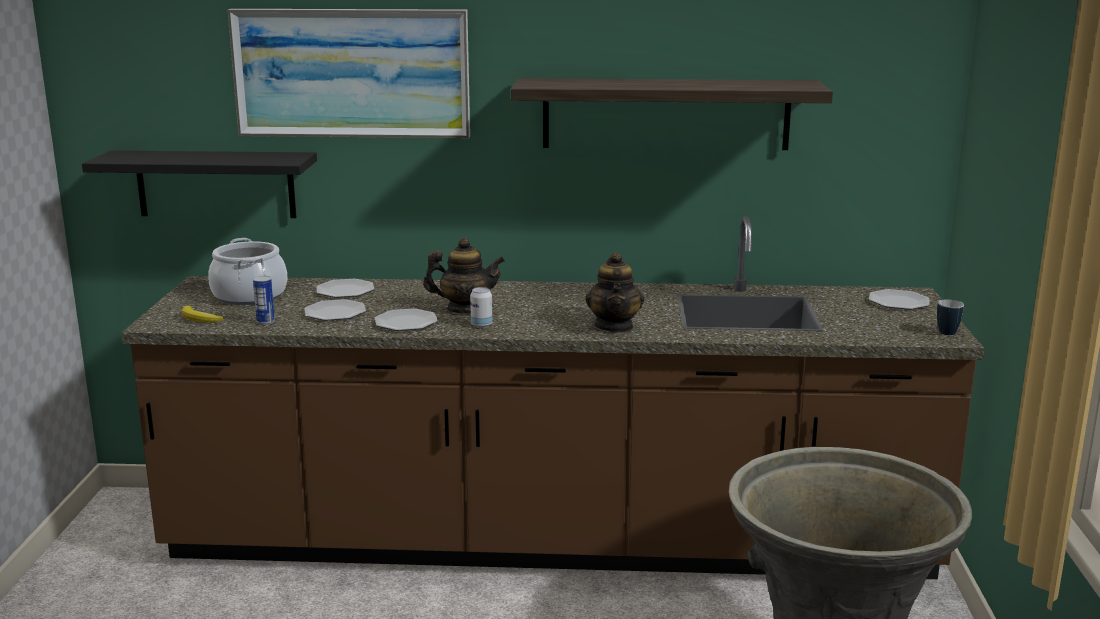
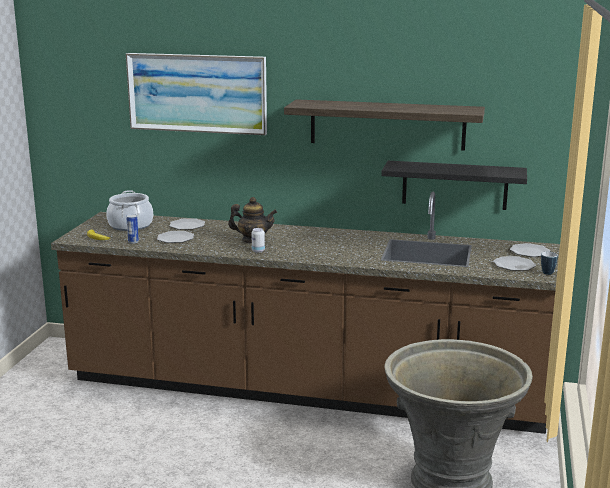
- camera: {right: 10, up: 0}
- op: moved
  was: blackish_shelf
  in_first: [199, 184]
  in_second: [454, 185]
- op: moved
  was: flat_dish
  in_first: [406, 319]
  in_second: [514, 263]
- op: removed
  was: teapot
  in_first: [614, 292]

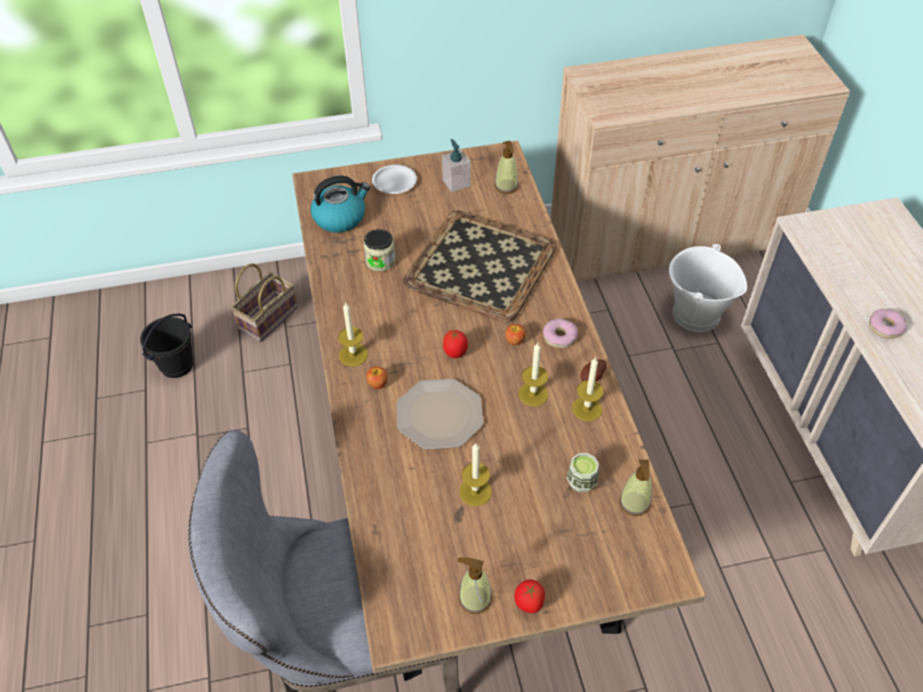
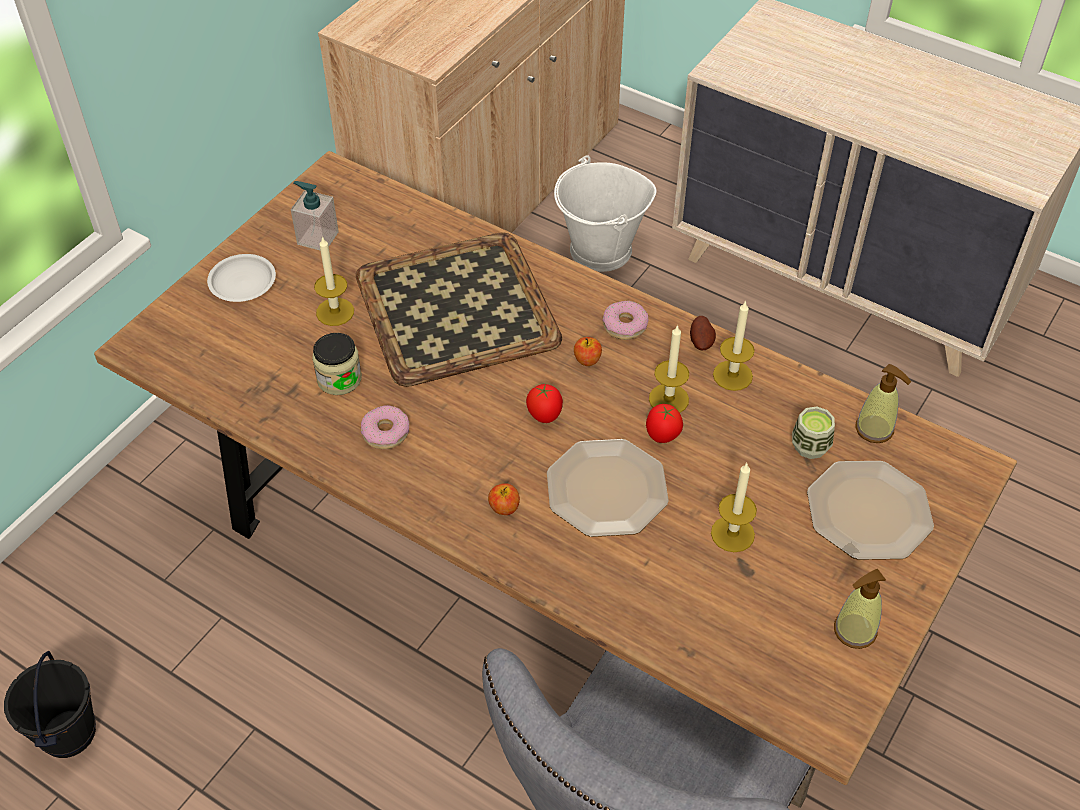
- camera: {right: -45, up: 0}
- op: removed
  was: household_basket
  in_first: [264, 302]
- op: removed
  was: tea_kettle
  in_first: [340, 204]
- op: moved
  was: wax_candle
  in_first: [353, 334]
  in_second: [334, 281]
- op: removed
  was: soap_dispenser
  in_first: [506, 167]
- op: moved
  was: whole_tomato
  in_first: [529, 596]
  in_second: [664, 423]
- op: moved
  was: doughnut
  in_first: [888, 324]
  in_second: [385, 427]
- op: added
  now: flat_dish
  in_second: [870, 510]

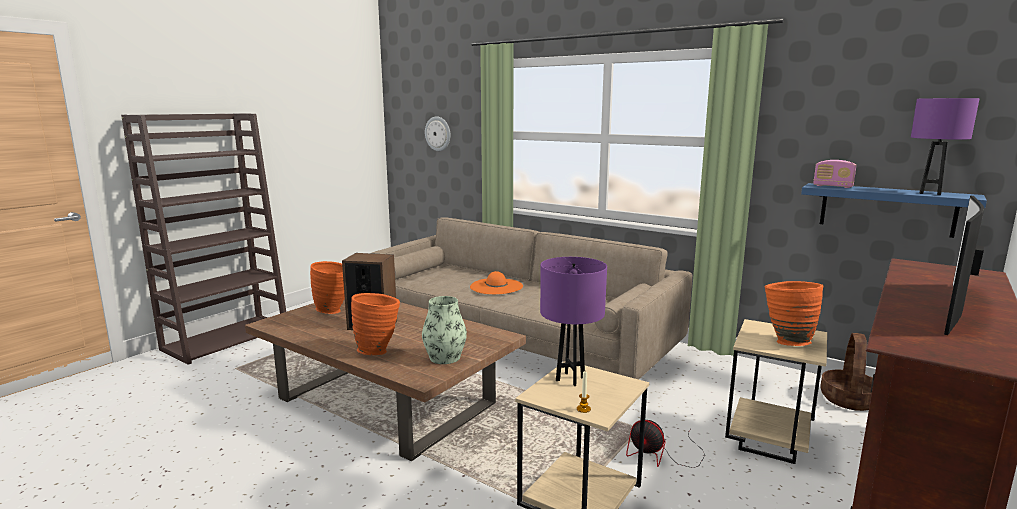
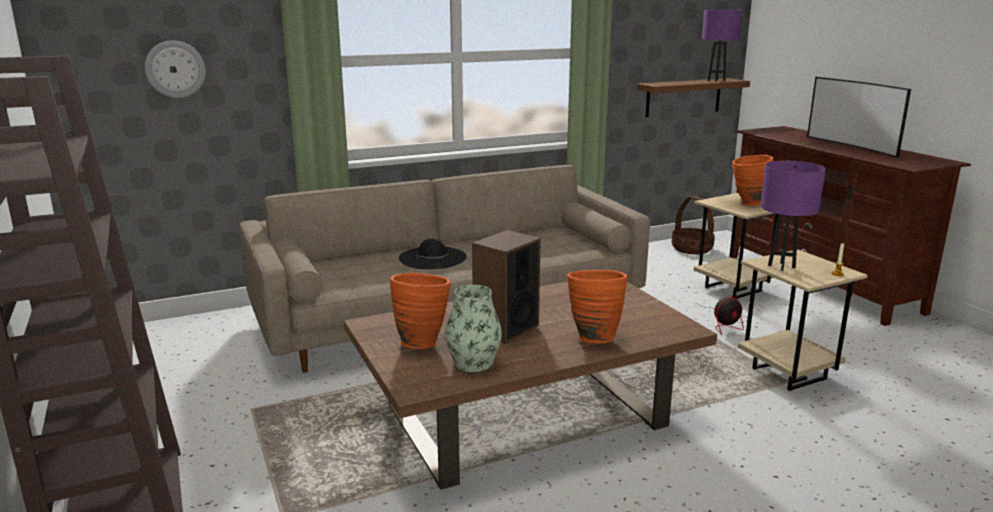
- camera: {right: -60, up: 5}
- op: moved
  was: decorative_vase
  in_first: [444, 330]
  in_second: [473, 328]
- op: recoloured
  was: orange_hat
  now: blackish_hat
  in_first: [496, 282]
  in_second: [433, 254]
- op: recoloured
  was: blue-coloured_shelf
  now: brown-coloured_shelf
  in_first: [894, 210]
  in_second: [693, 97]
- op: removed
  was: radio_set
  in_first: [835, 174]

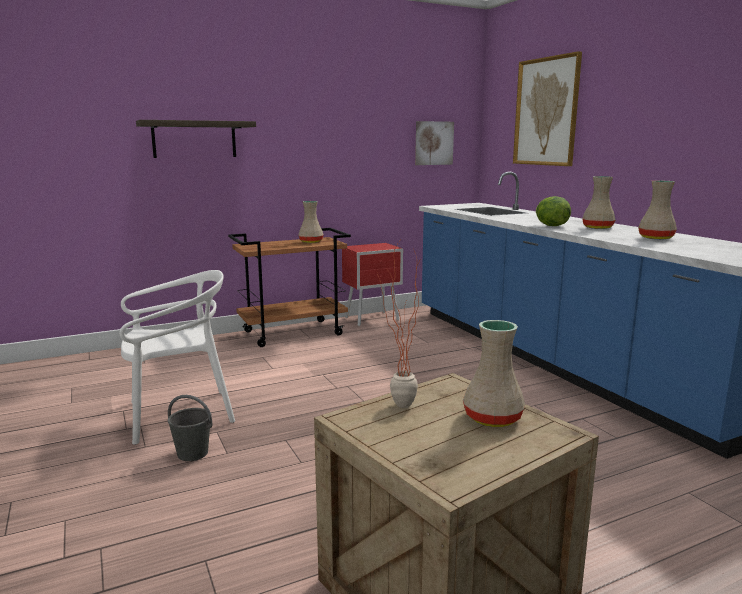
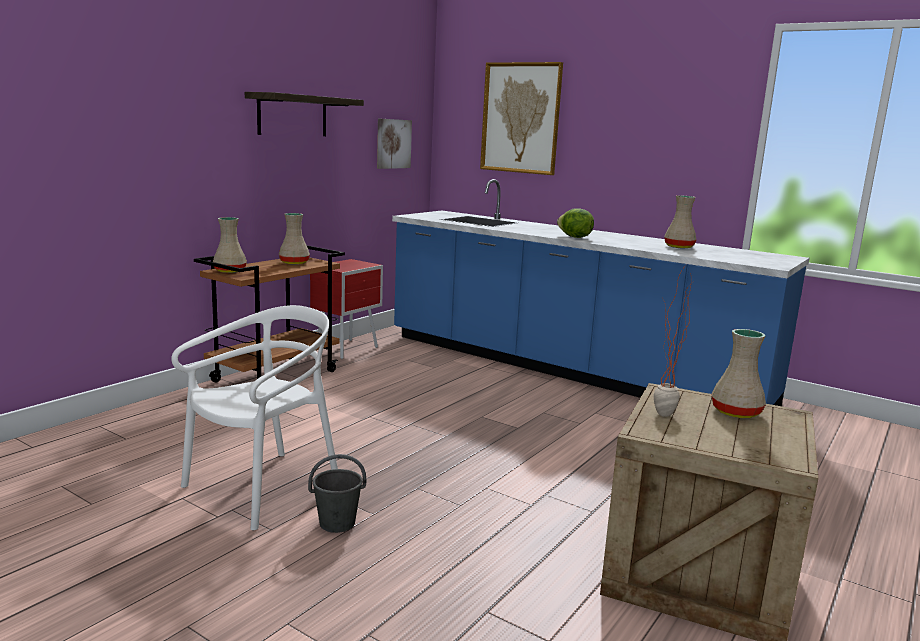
- camera: {right: -30, up: 0}
- op: moved
  was: shelf
  in_first: [196, 139]
  in_second: [304, 114]
- op: moved
  was: beige-coloured_decorative_vase
  in_first: [598, 202]
  in_second: [230, 245]

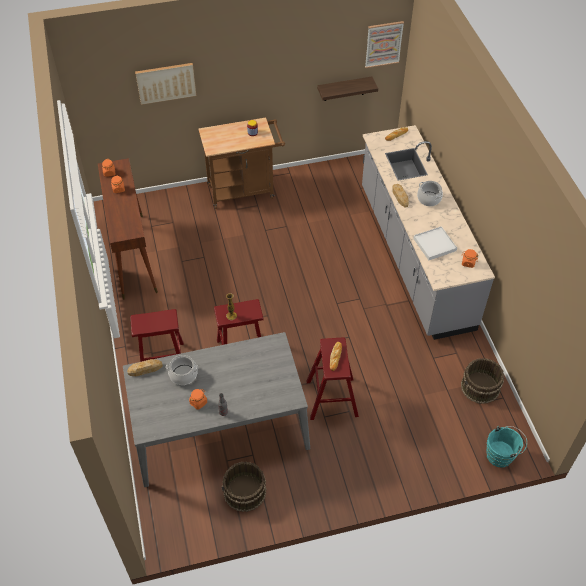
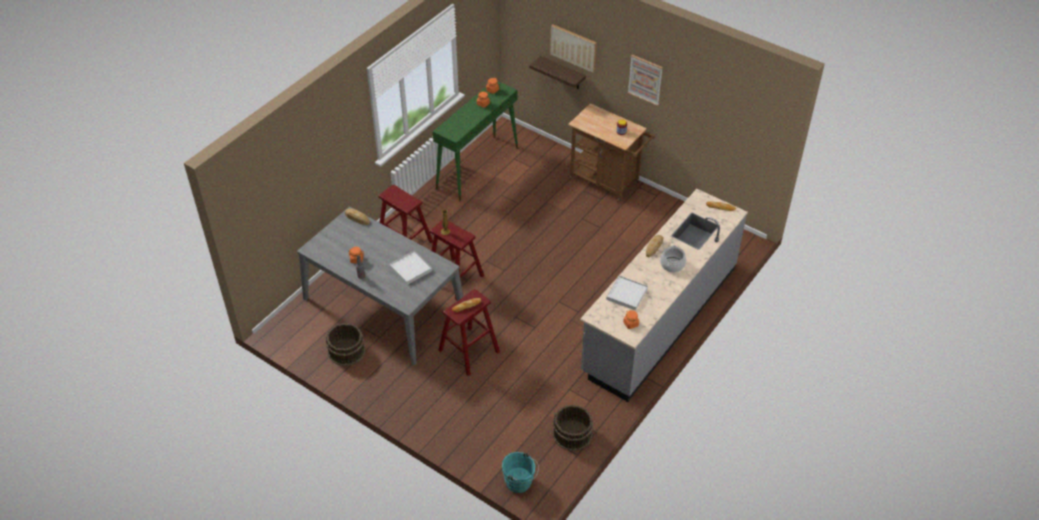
- camera: {right: 50, up: -5}
- op: recoloured
  was: brown-coloured_hall_table
  now: green_hall_table
  in_first: [127, 229]
  in_second: [475, 141]
- op: removed
  was: stockpot
  in_first: [182, 370]
- op: moved
  was: shelf
  in_first: [347, 89]
  in_second: [557, 72]
- op: moved
  was: picture
  in_first: [384, 44]
  in_second: [645, 80]
- op: added
  now: whitish_tray
  in_second: [410, 268]

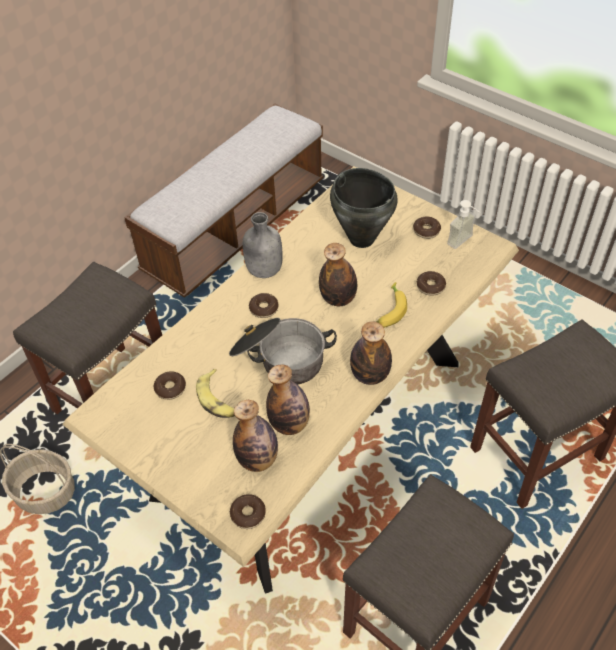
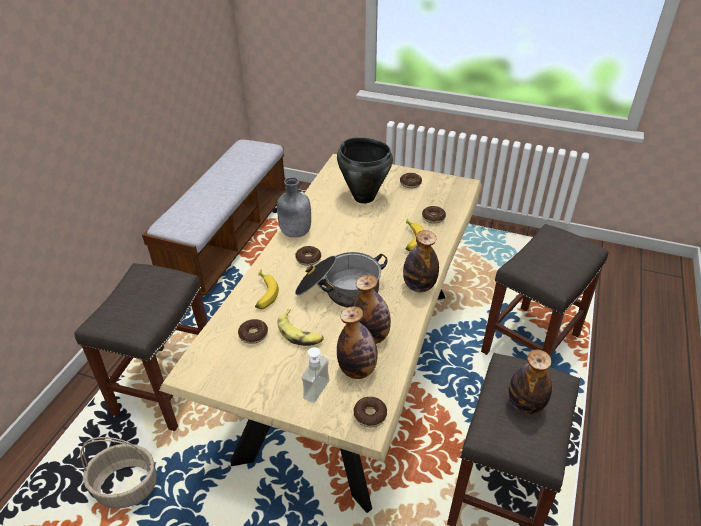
- camera: {right: -20, up: -10}
- op: moved
  was: bottle
  in_first: [338, 274]
  in_second: [530, 381]
- op: moved
  was: soap_dispenser
  in_first: [463, 224]
  in_second: [317, 375]
- op: added
  now: banana
  in_second: [267, 289]

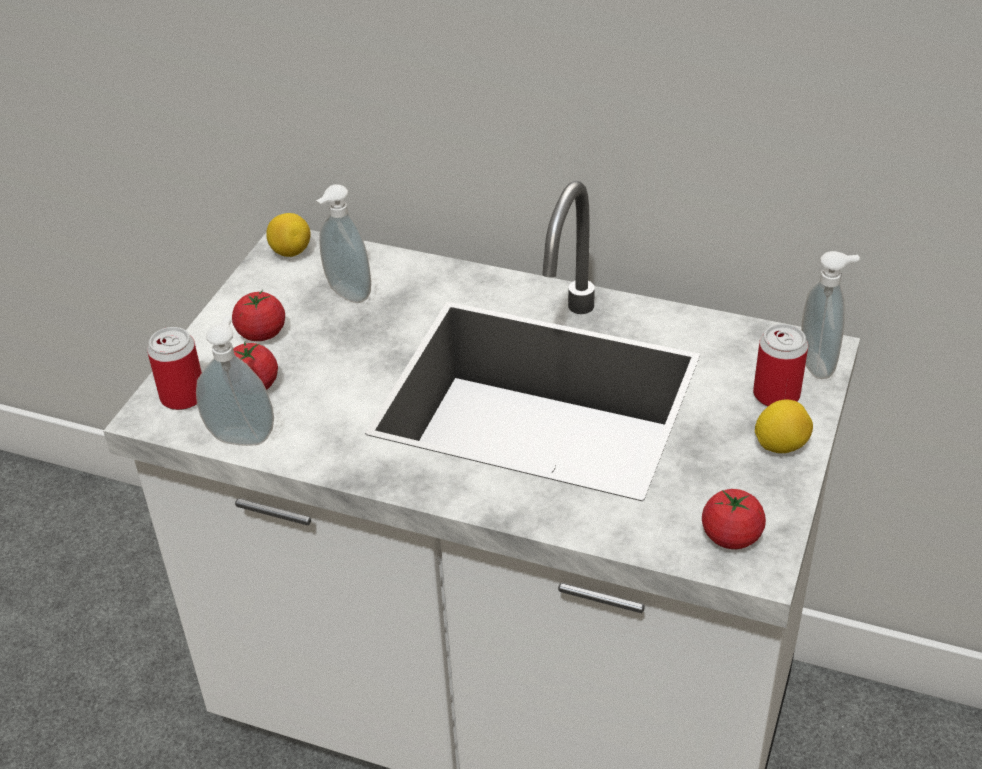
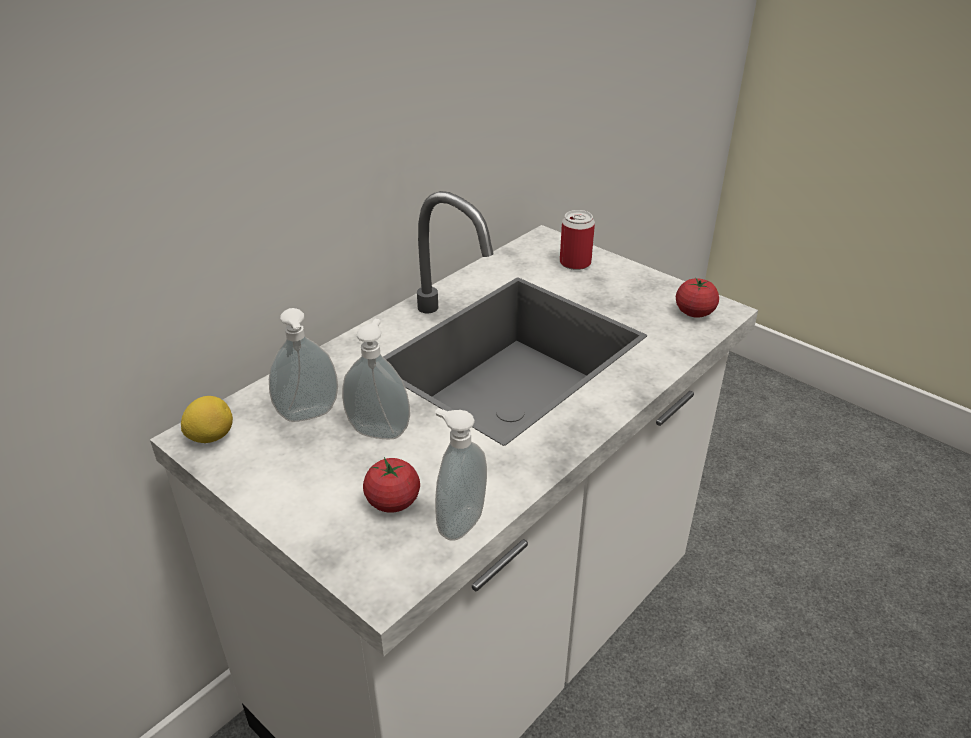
- camera: {right: -70, up: -5}
- op: removed
  was: metal_can
  in_first: [174, 368]
- op: removed
  was: whole_tomato
  in_first: [258, 315]
- op: removed
  was: lemon
  in_first: [784, 426]
- op: moved
  was: soap_dispenser
  in_first: [830, 315]
  in_second: [376, 379]

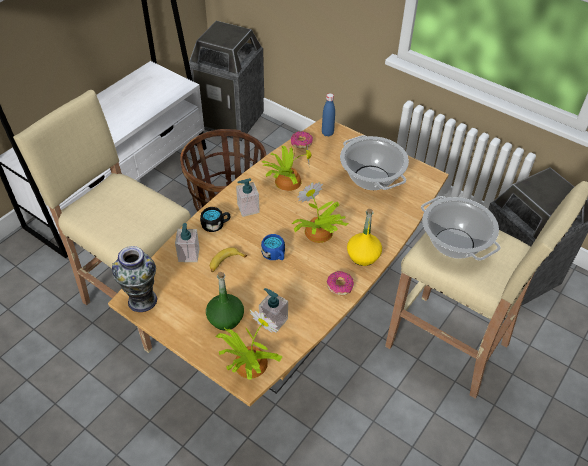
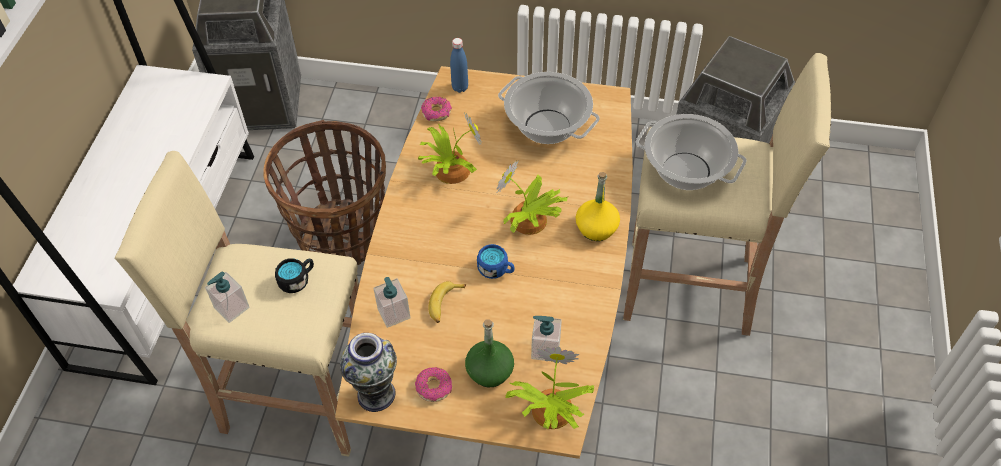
- camera: {right: -25, up: 5}
- op: moved
  was: blackish_mug
  in_first: [215, 219]
  in_second: [294, 275]
- op: moved
  was: soap_dispenser
  in_first: [248, 197]
  in_second: [227, 297]
- op: moved
  was: doughnut
  in_first: [340, 283]
  in_second: [433, 384]

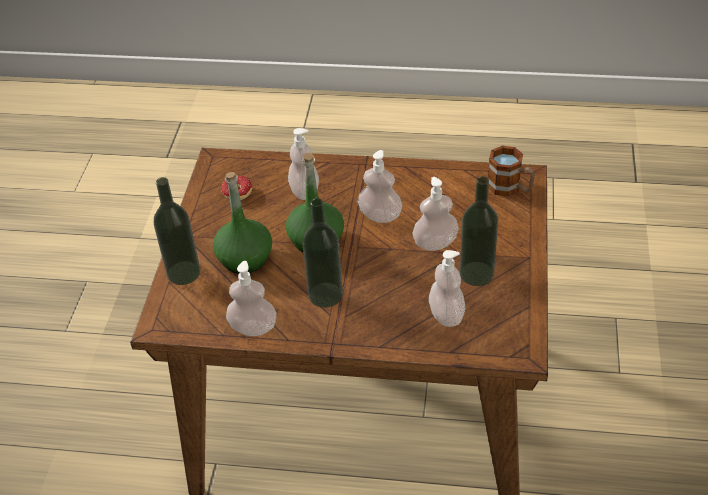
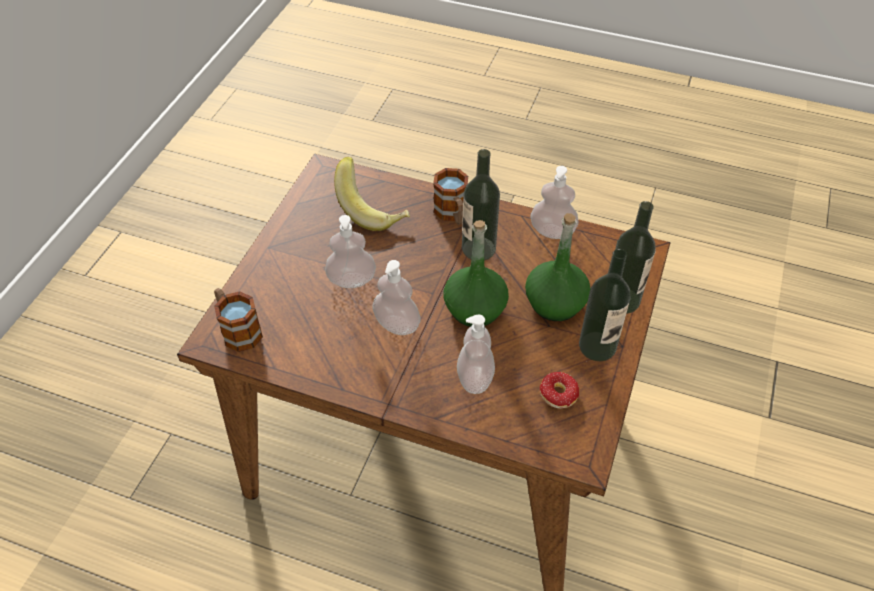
- camera: {right: -170, up: 5}
- op: replaced
  was: soap_dispenser
  now: banana
  in_first: [447, 288]
  in_second: [372, 193]
- op: moved
  was: bottle
  in_first: [479, 231]
  in_second: [605, 305]
- op: added
  now: mug
  in_second: [450, 196]

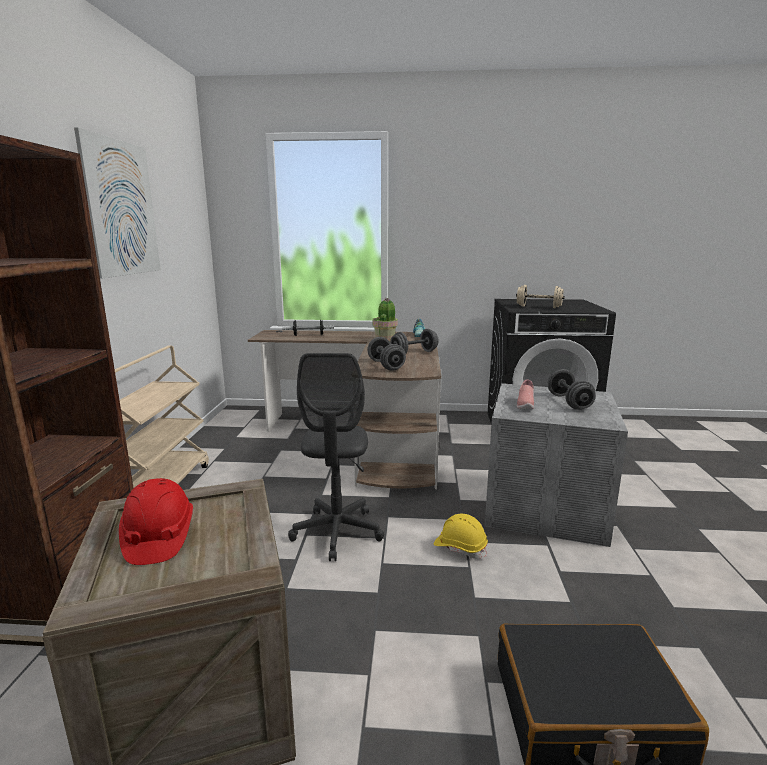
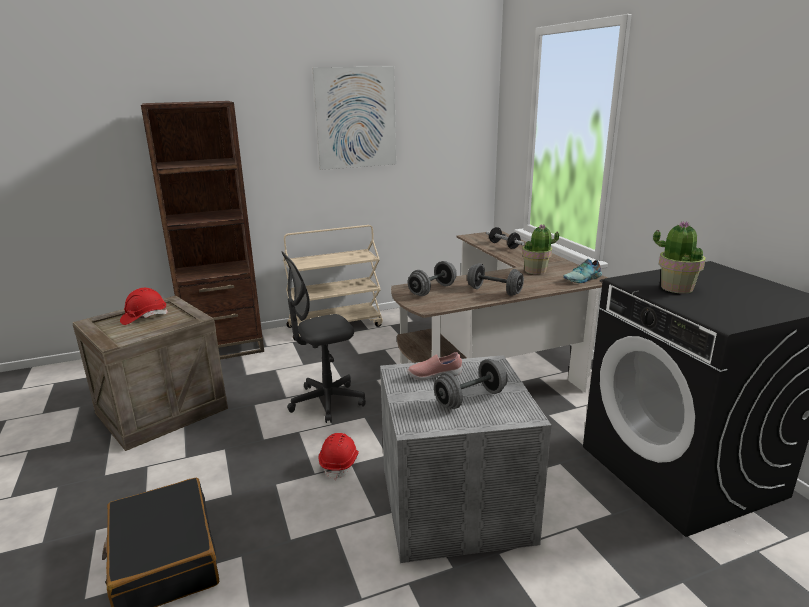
- camera: {right: 65, up: 5}
- op: recoloured
  was: yellow-coloured_work_helmet
  now: red-coloured_work_helmet
  in_first: [461, 536]
  in_second: [339, 456]
- op: replaced
  was: beige-coloured_free_weight
  now: plant_in_a_pot
  in_first: [540, 296]
  in_second: [679, 257]

